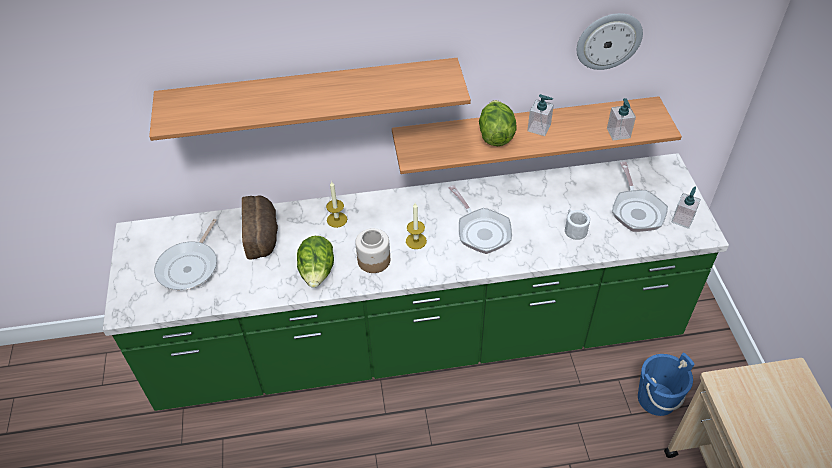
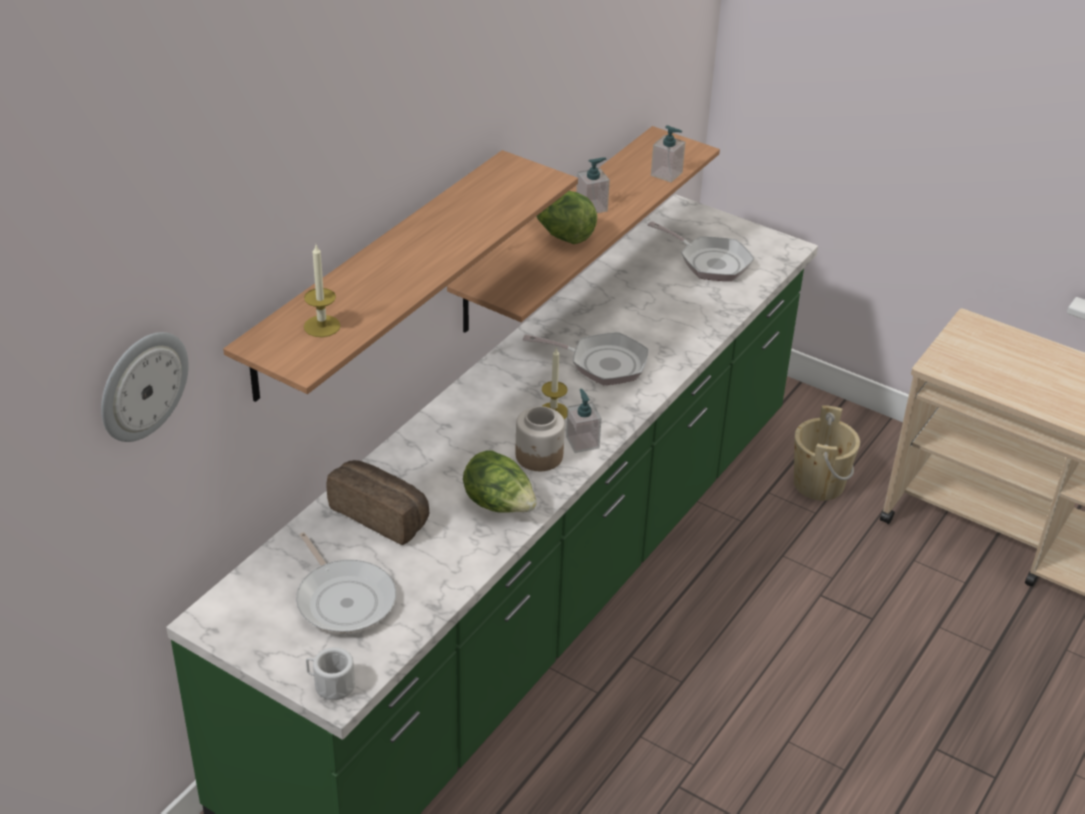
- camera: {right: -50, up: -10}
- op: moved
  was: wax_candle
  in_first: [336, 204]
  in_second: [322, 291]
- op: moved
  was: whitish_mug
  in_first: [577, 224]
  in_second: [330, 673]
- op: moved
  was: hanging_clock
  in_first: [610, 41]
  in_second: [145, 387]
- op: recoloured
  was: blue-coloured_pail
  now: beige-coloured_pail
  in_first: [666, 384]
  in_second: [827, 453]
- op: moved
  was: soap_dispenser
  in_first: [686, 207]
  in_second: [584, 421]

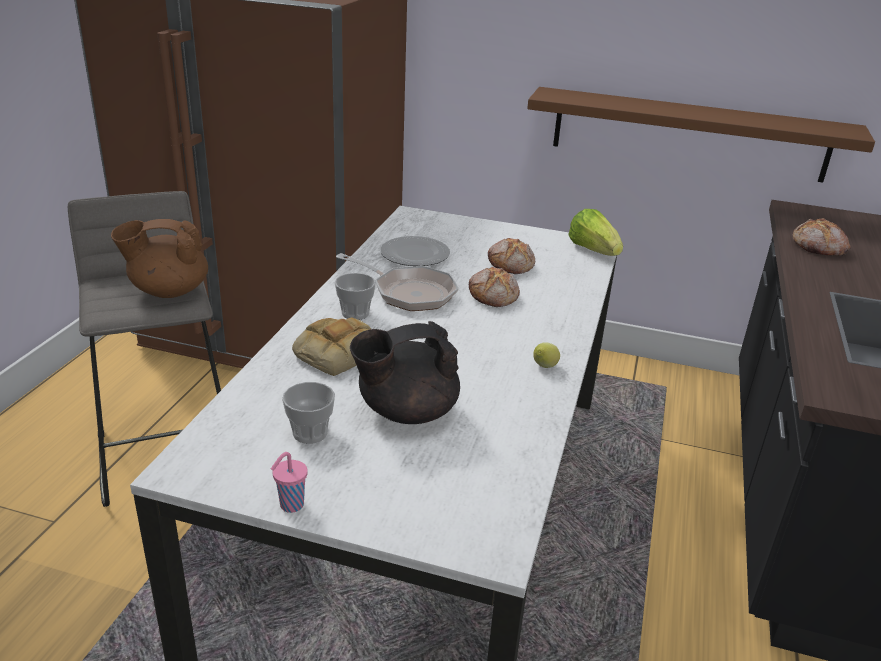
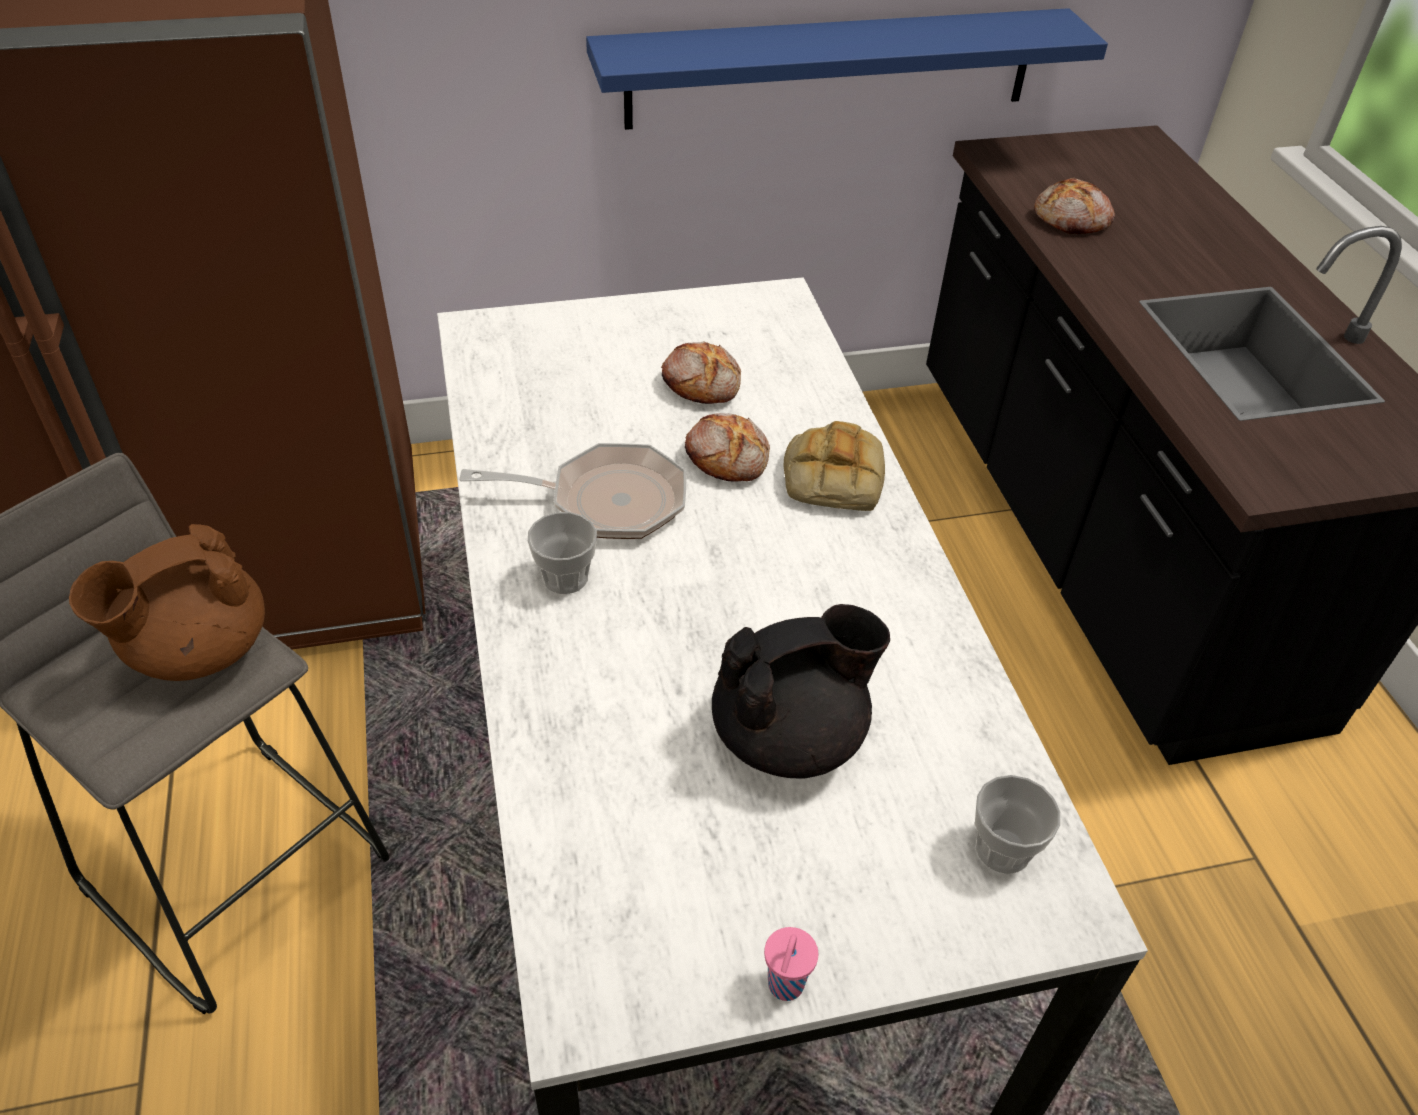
- camera: {right: -30, up: 15}
- op: moved
  was: cup
  in_first: [308, 413]
  in_second: [1018, 824]
- op: moved
  was: baked_bread
  in_first: [331, 346]
  in_second: [834, 466]
- op: turned
  was: blackish_teapot
  in_first: [405, 372]
  in_second: [801, 691]
  clockwise: -150
- op: removed
  was: flat_dish
  in_first: [415, 251]
- op: recoloured
  was: brown-coloured_shelf
  now: blue-coloured_shelf
  in_first: [701, 135]
  in_second: [847, 69]
- op: removed
  was: lemon
  in_first: [546, 355]
- op: removed
  was: lettuce_head
  in_first: [595, 232]

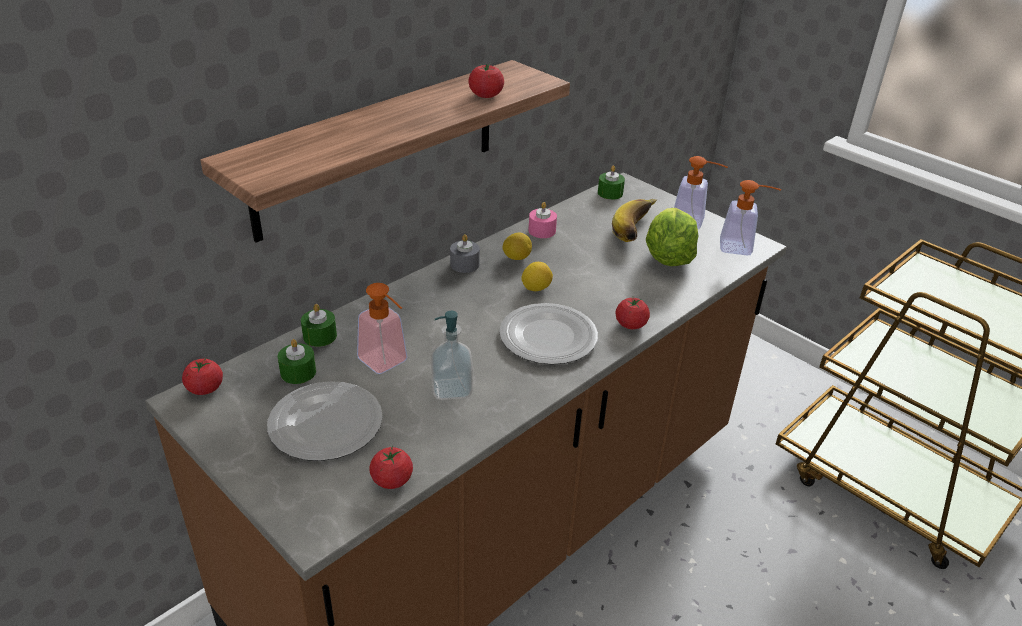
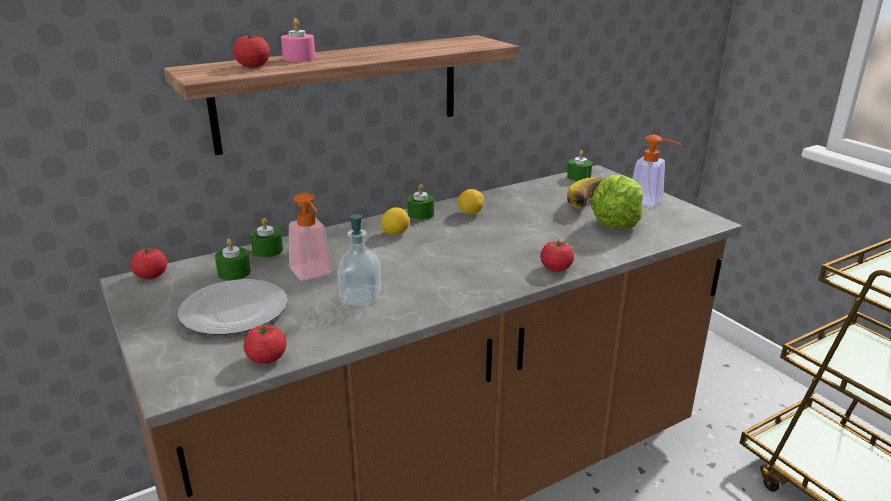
- camera: {right: 15, up: -10}
- op: recoloured
  was: greyish_wax_candle
  now: green_wax_candle
  in_first: [465, 253]
  in_second: [420, 202]
- op: moved
  was: whole_tomato
  in_first: [486, 80]
  in_second: [251, 50]
- op: removed
  was: flat_dish
  in_first: [548, 334]
- op: moved
  was: lemon
  in_first: [537, 276]
  in_second: [395, 221]
- op: moved
  was: pinkish_wax_candle
  in_first: [543, 220]
  in_second: [298, 40]
- op: removed
  was: soap_dispenser
  in_first: [751, 218]

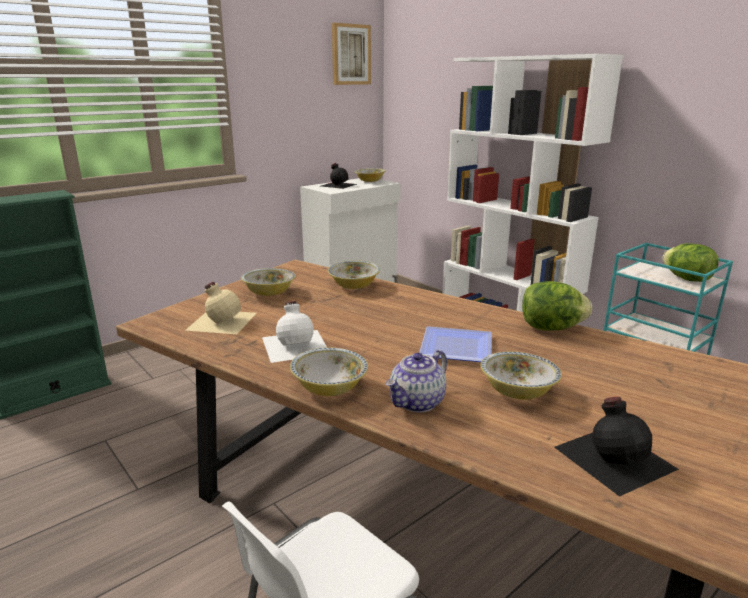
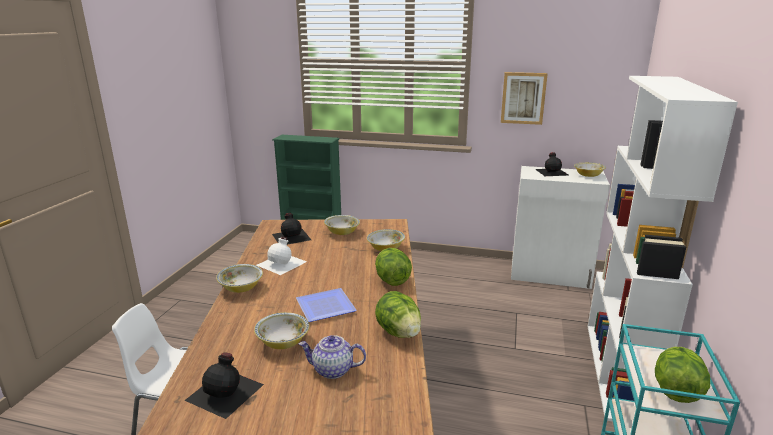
- camera: {right: 55, up: 0}
- op: recoloured
  was: beige-coloured_bottle
  now: blackish_bottle
  in_first: [220, 308]
  in_second: [291, 229]
- op: moved
  was: picture
  in_first: [351, 54]
  in_second: [524, 98]
- op: moved
  was: teapot
  in_first: [416, 381]
  in_second: [332, 357]
- op: added
  now: lettuce_head
  in_second: [393, 267]

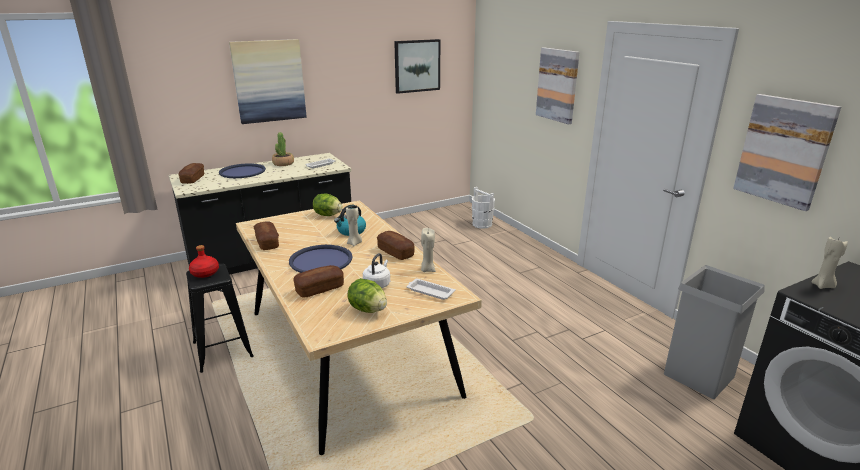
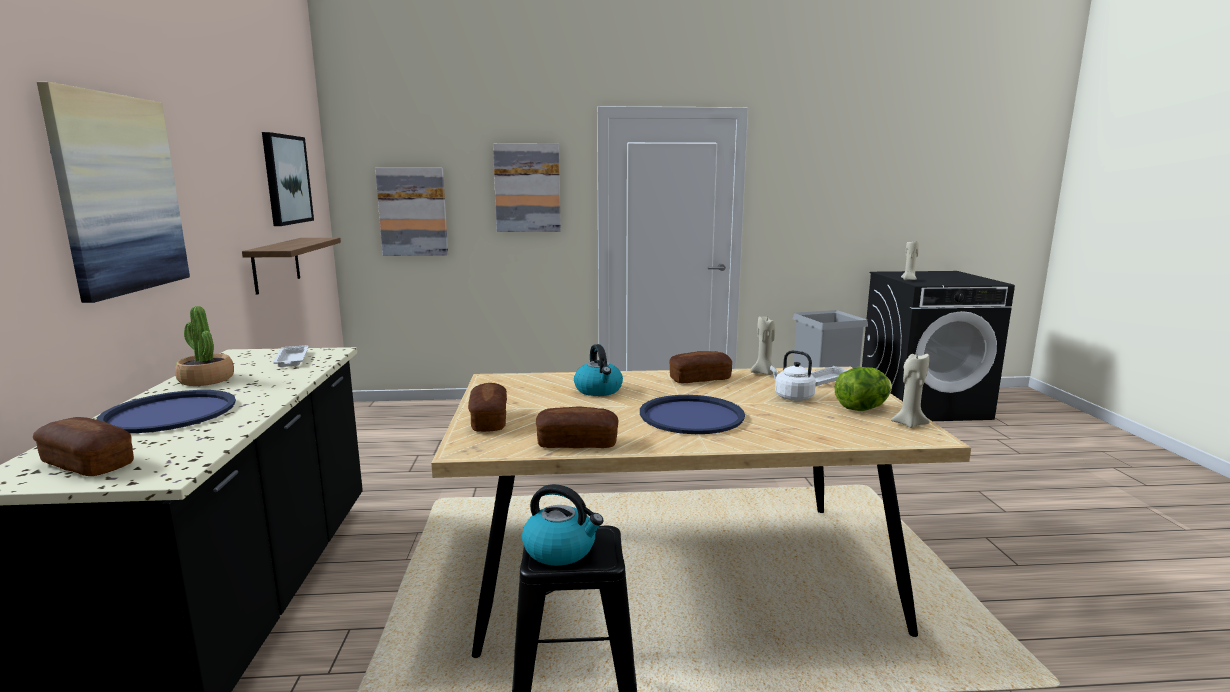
- camera: {right: -65, up: -10}
- op: replaced
  was: red-coloured_bottle
  now: tea_kettle
  in_first: [204, 261]
  in_second: [562, 525]
- op: moved
  was: baked_bread
  in_first: [318, 281]
  in_second: [487, 407]
- op: removed
  was: lettuce_head
  in_first: [328, 205]
- op: moved
  was: beige-coloured_wax_candle
  in_first: [354, 227]
  in_second: [910, 389]
- op: removed
  was: whitish_pail
  in_first: [483, 208]
- op: moved
  was: picture
  in_first: [787, 152]
  in_second: [411, 212]
- op: added
  now: shelf
  in_second: [291, 266]

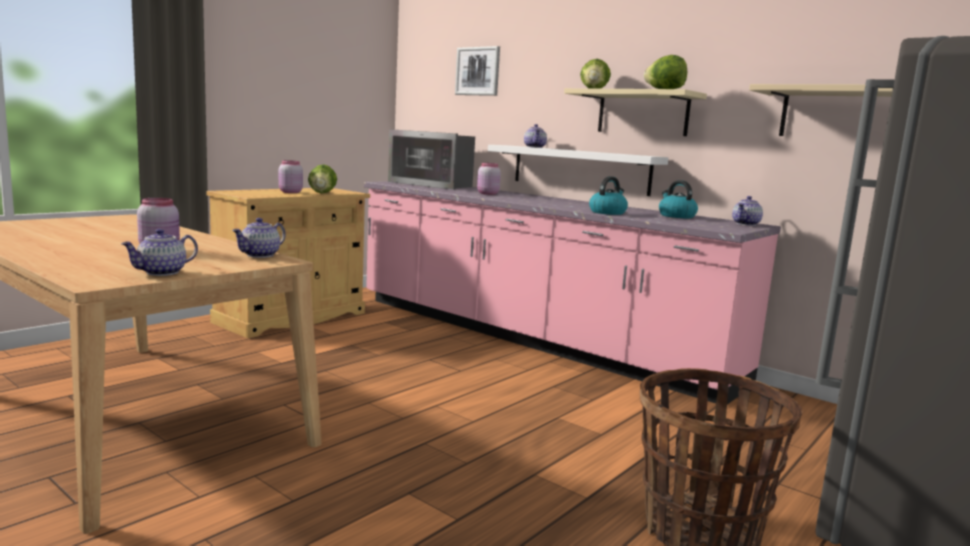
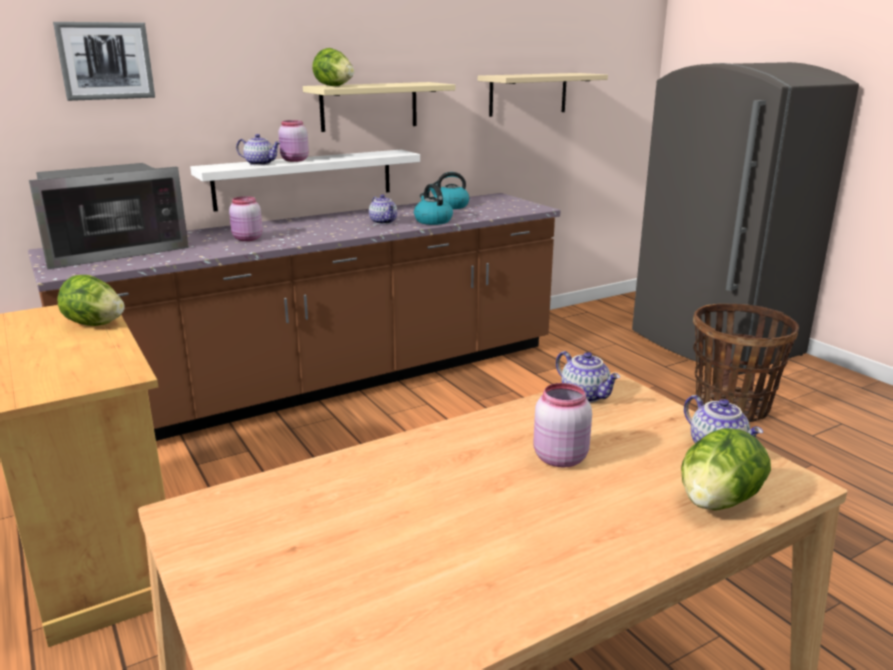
- camera: {right: -70, up: 10}
- op: moved
  was: pinkish_storage_jar
  in_first: [291, 176]
  in_second: [293, 141]
- op: recoloured
  was: pinkish_kitchen_counter
  now: brown-coloured_kitchen_counter
  in_first: [572, 292]
  in_second: [294, 317]
- op: moved
  was: lettuce_head
  in_first: [665, 72]
  in_second: [726, 469]
- op: moved
  was: teapot
  in_first: [747, 211]
  in_second: [383, 209]

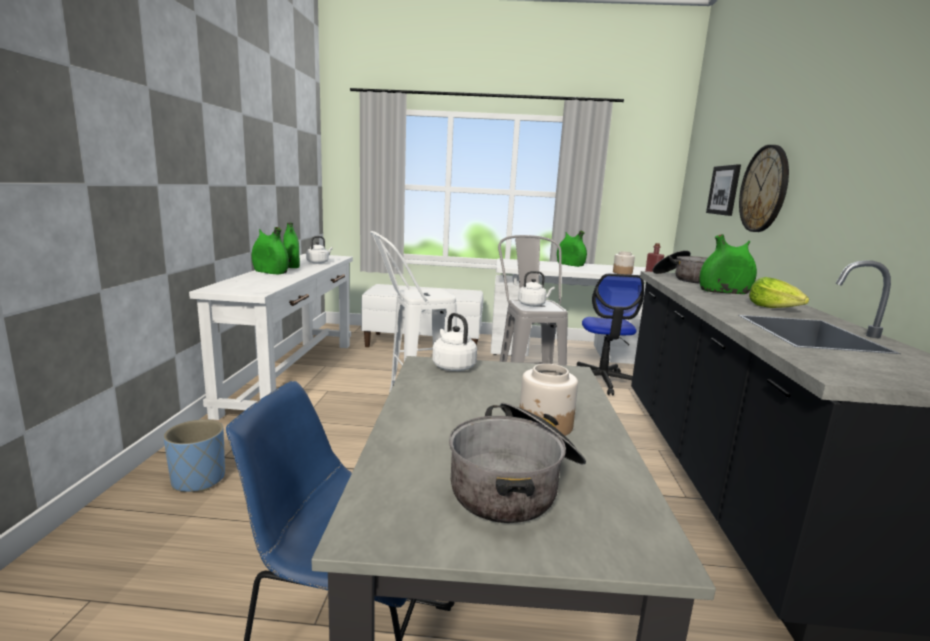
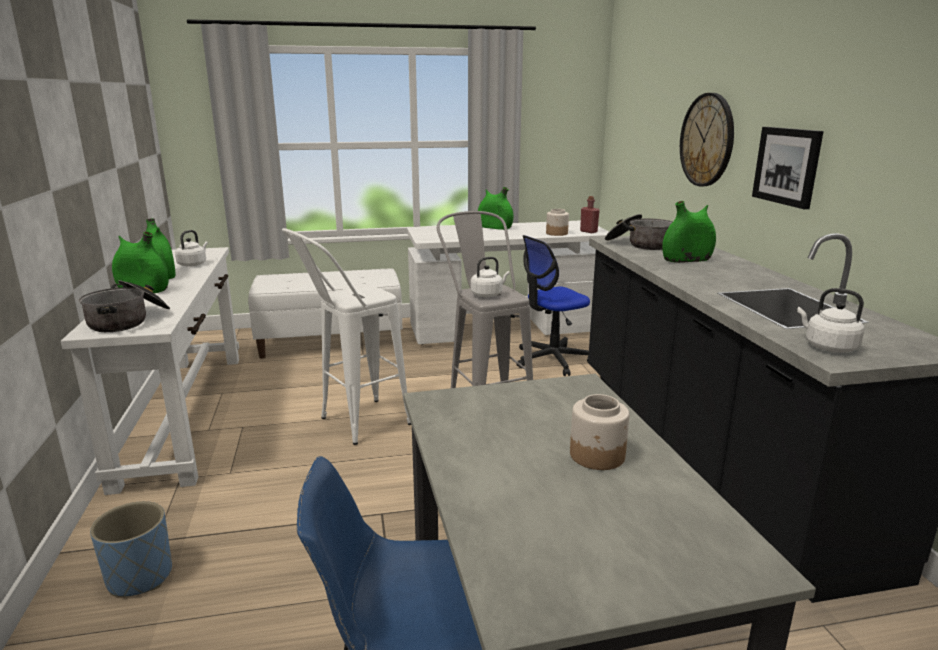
- camera: {right: -15, up: 5}
- op: moved
  was: whitish_tea_kettle
  in_first: [454, 342]
  in_second: [831, 320]
- op: moved
  was: stockpot
  in_first: [517, 463]
  in_second: [124, 306]
- op: turned
  was: office_chair
  in_first: [610, 335]
  in_second: [553, 305]
  clockwise: 75
- op: moved
  was: picture
  in_first: [723, 190]
  in_second: [788, 168]
- op: removed
  was: lettuce_head
  in_first: [779, 292]

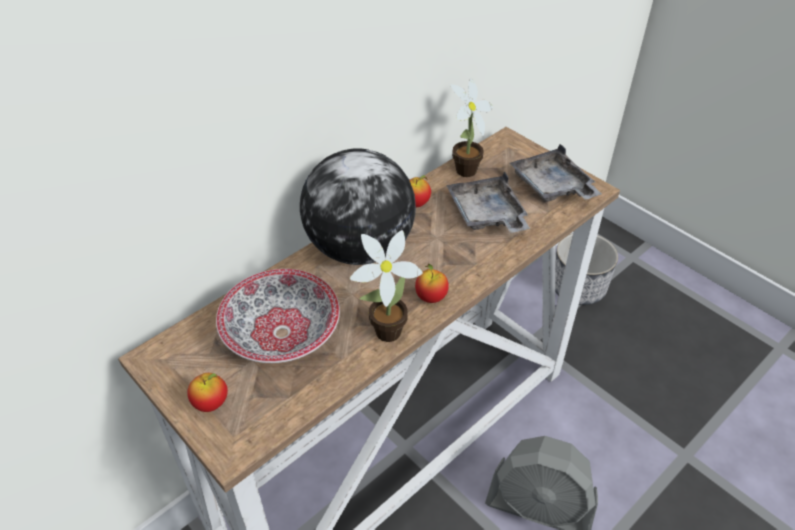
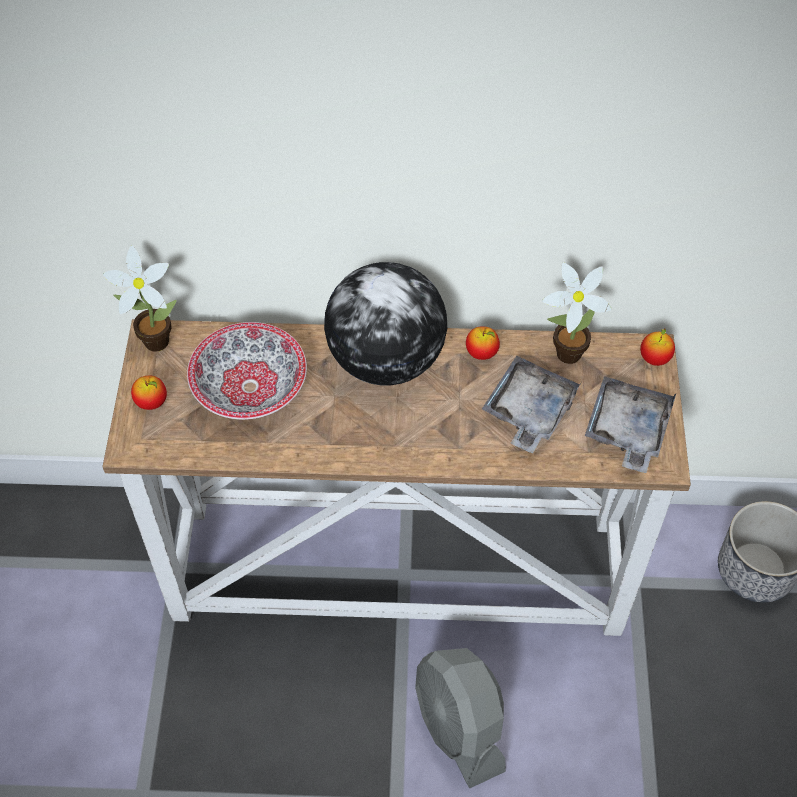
- camera: {right: 45, up: 10}
- op: moved
  was: plant_in_a_pot
  in_first: [386, 286]
  in_second: [140, 298]
- op: moved
  was: apple
  in_first: [432, 283]
  in_second: [657, 347]

